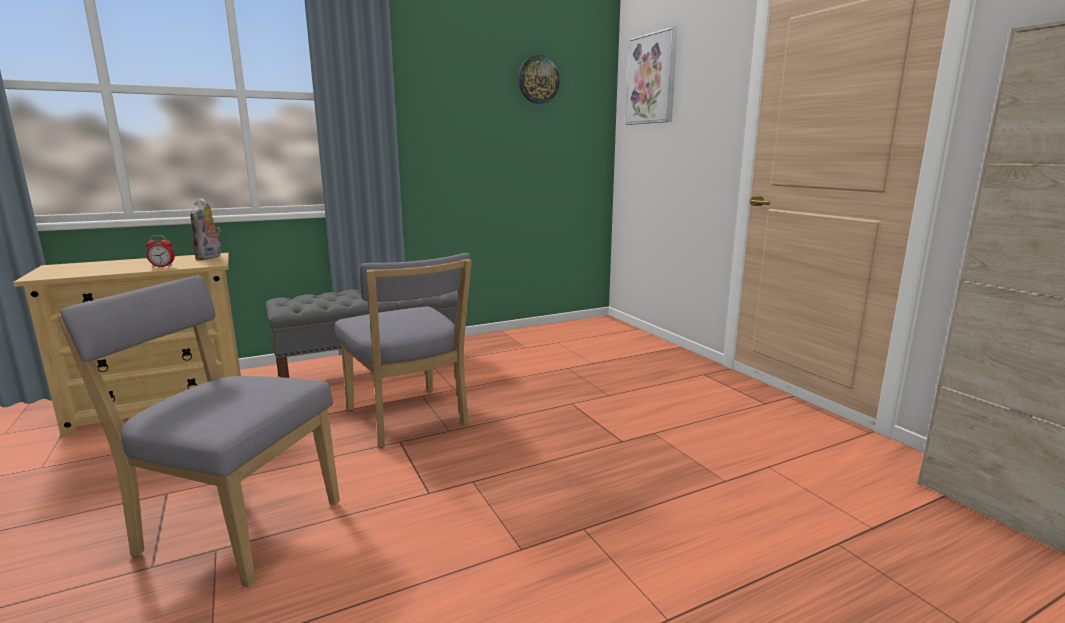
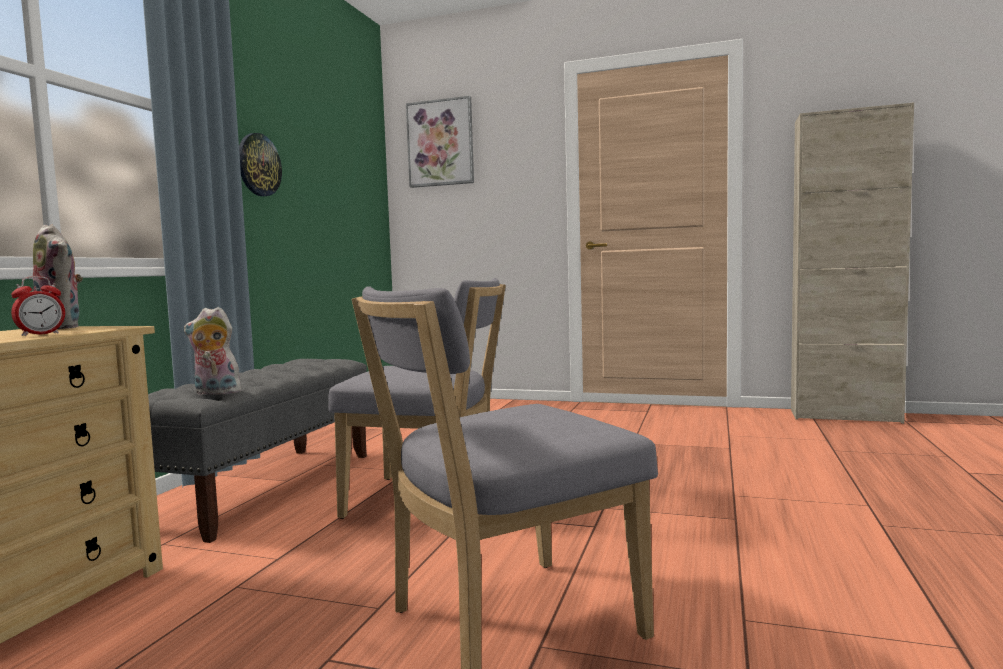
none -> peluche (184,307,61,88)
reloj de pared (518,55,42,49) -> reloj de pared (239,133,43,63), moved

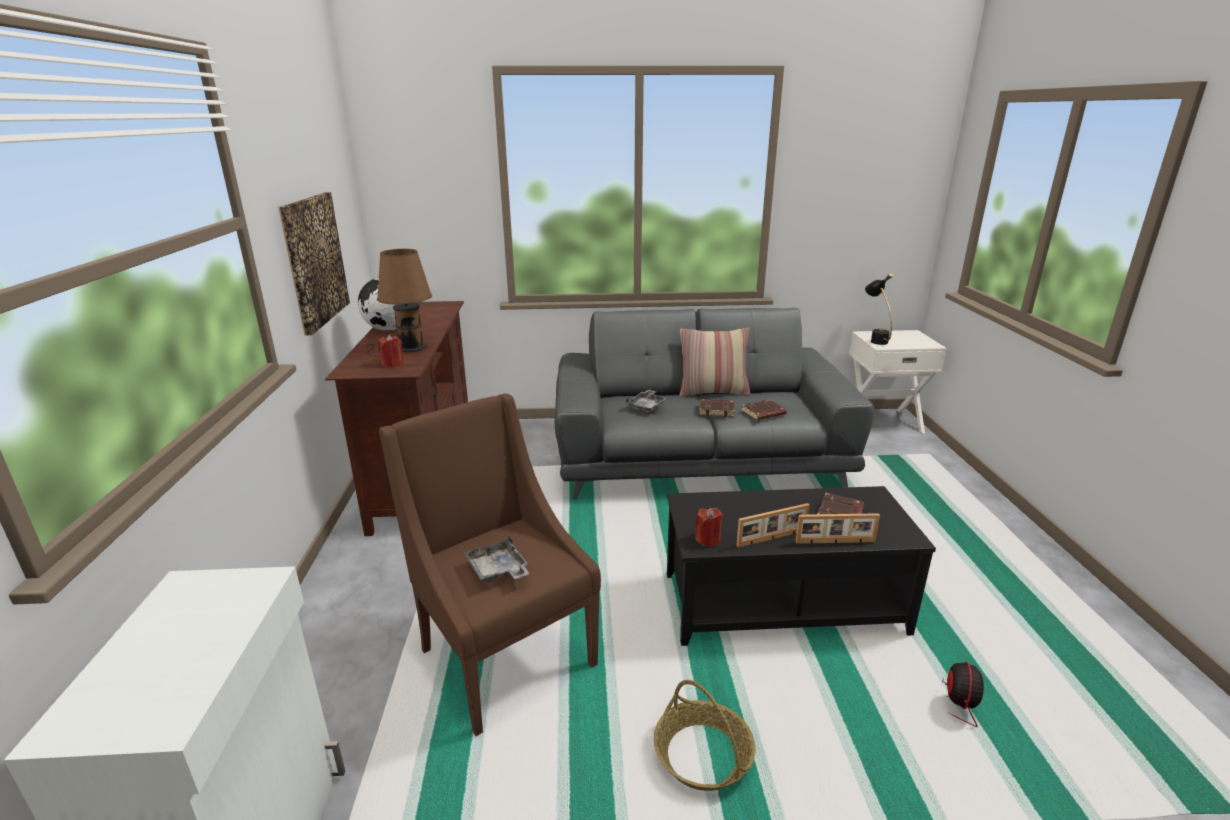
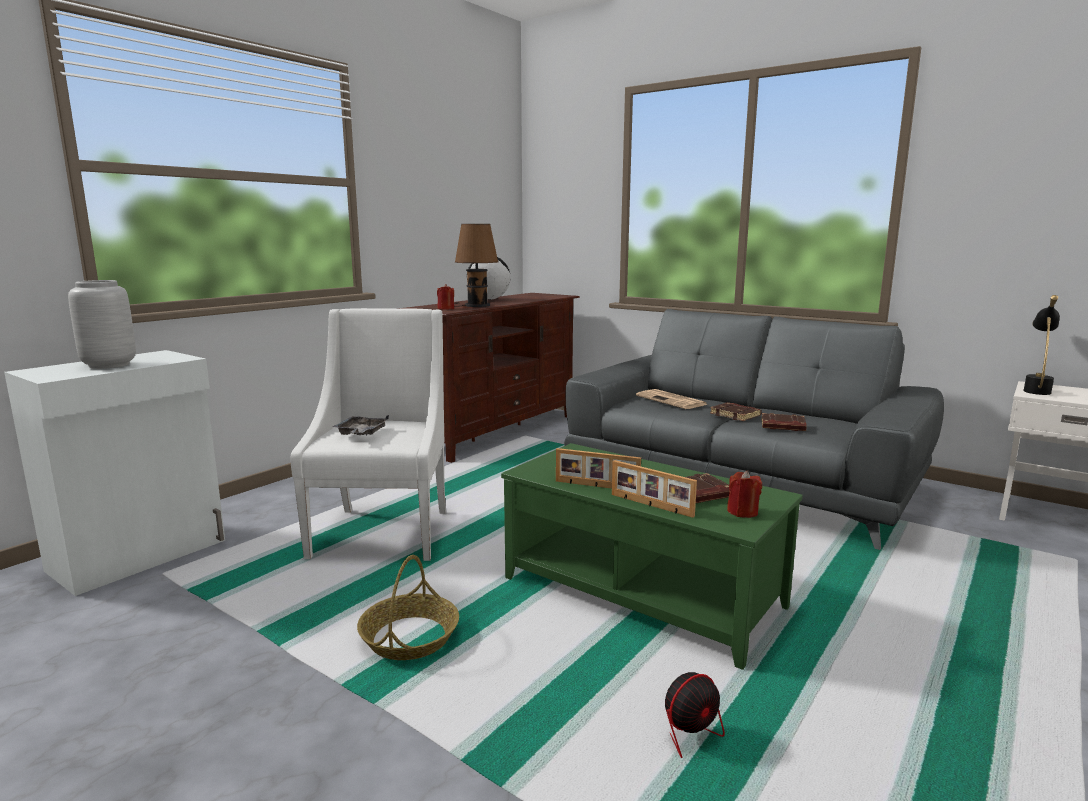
none -> florero/gris (68,280,68,89)
sillón/marrón (379,393,222,343) -> sillón/blanco (291,308,155,253)
mesa de centro/negro (667,486,269,160) -> mesa de centro/verde (501,443,302,227)
bandeja/gris (626,390,42,22) -> periódico (636,389,72,20)
vela/rojo (695,508,28,39) -> vela/rojo (727,471,35,47), moved
cuadro (278,192,72,143) -> none
cojín (680,328,70,69) -> none

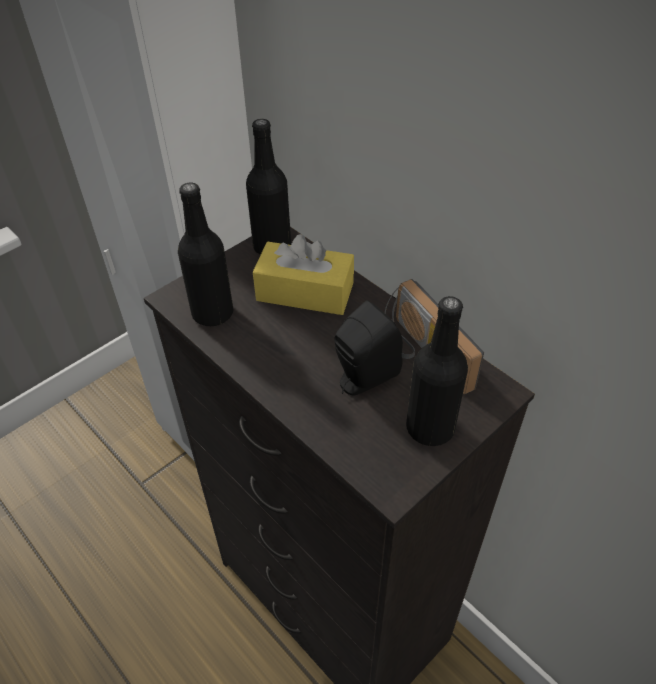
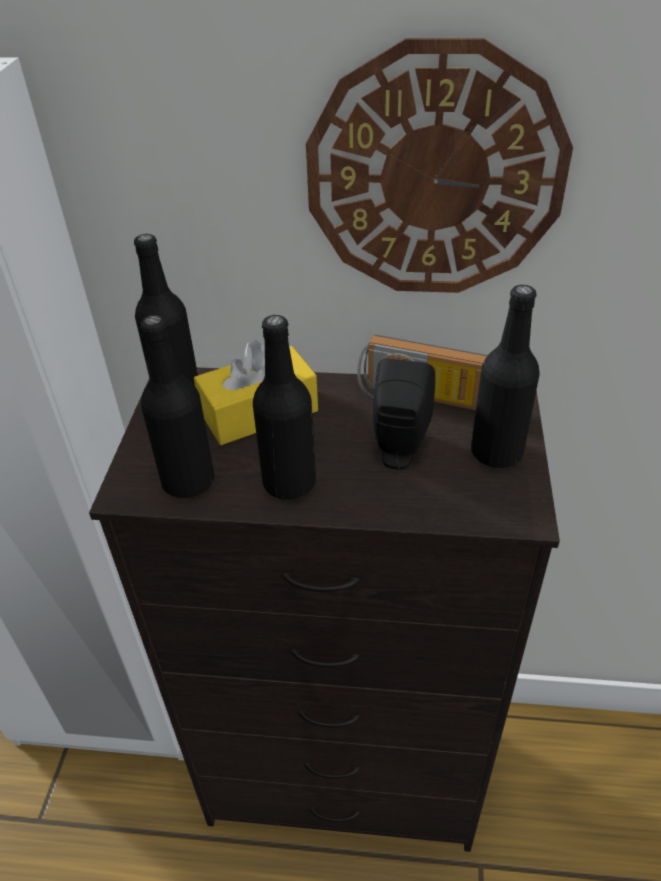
none -> botella/negro (253,315,63,185)
none -> reloj de pared (306,38,267,255)

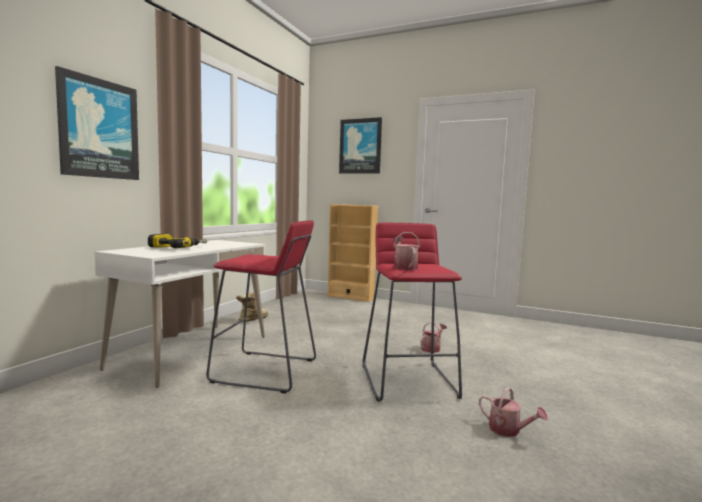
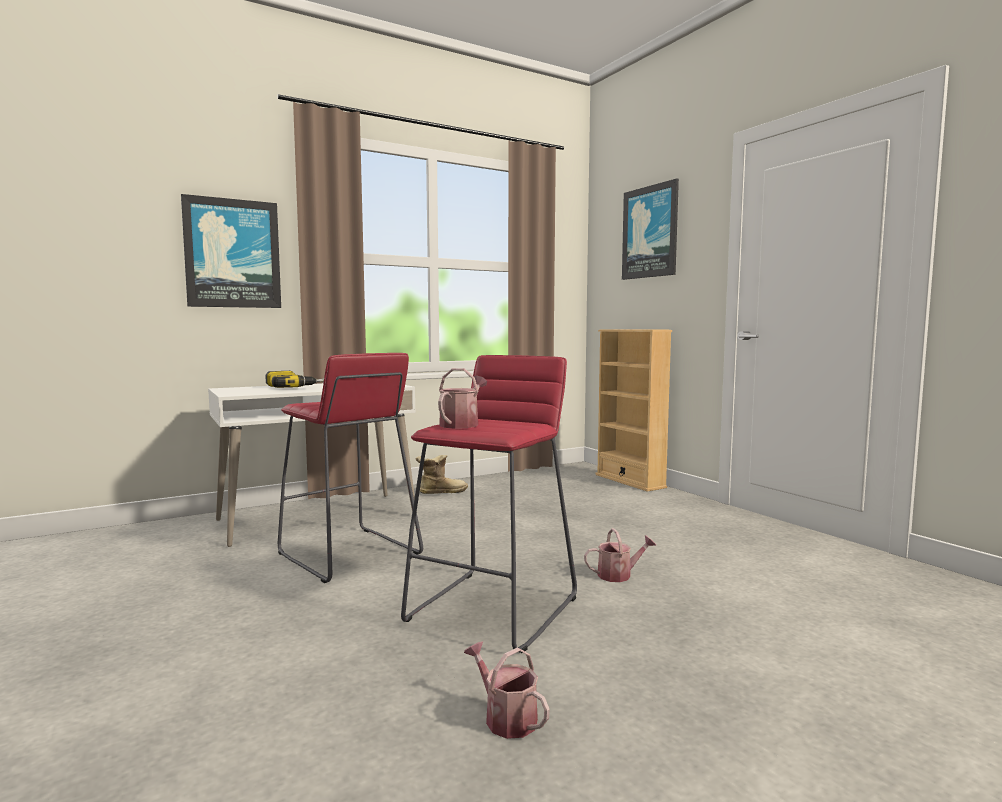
regadera (479,387,69,50) -> regadera (464,641,86,98), 150 degrees clockwise

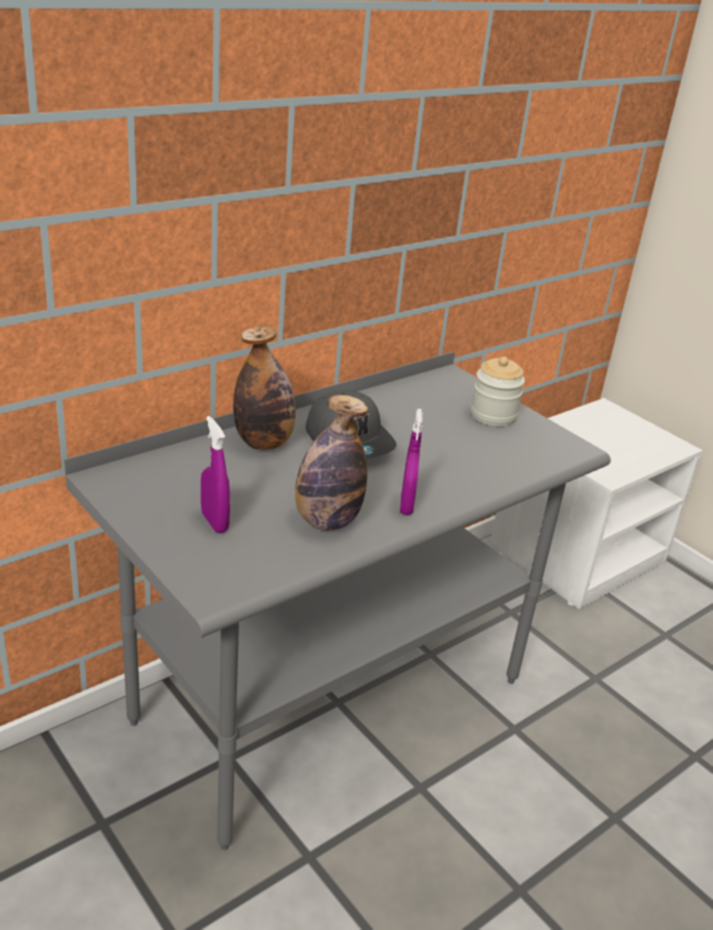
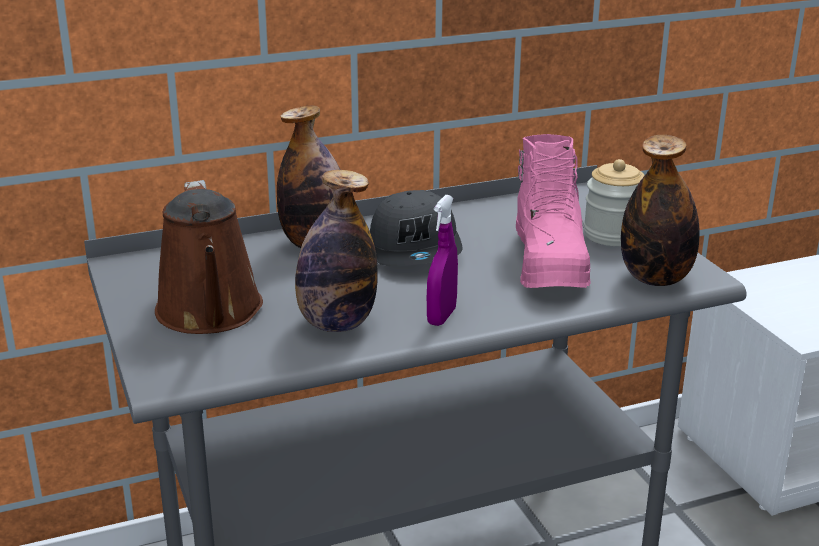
pulverizador/morado (201,416,29,117) -> regadera/marrón (155,180,108,154)
none -> bota/rosa (516,134,75,154)
none -> botella (621,135,79,151)

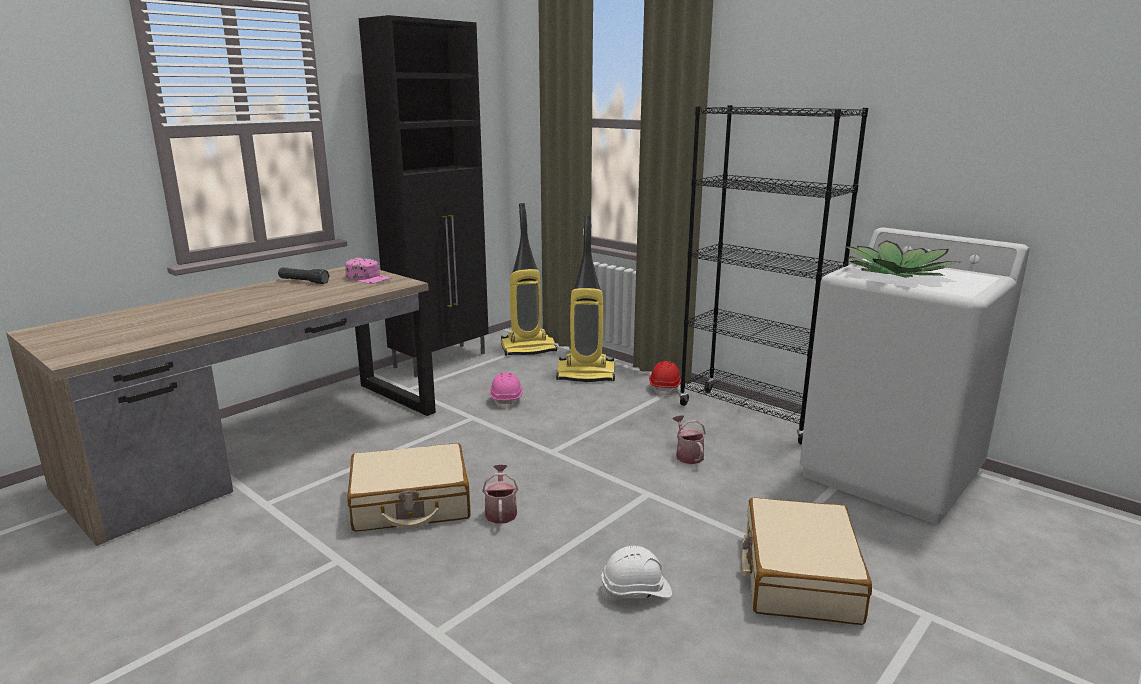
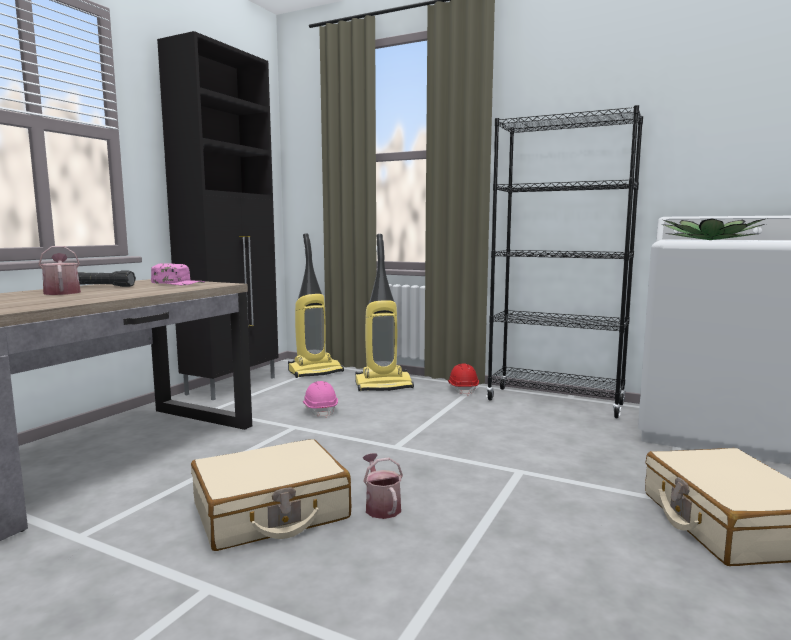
regadera (673,415,33,49) -> regadera (39,246,42,49), moved
casco/blanco (601,546,71,55) -> none

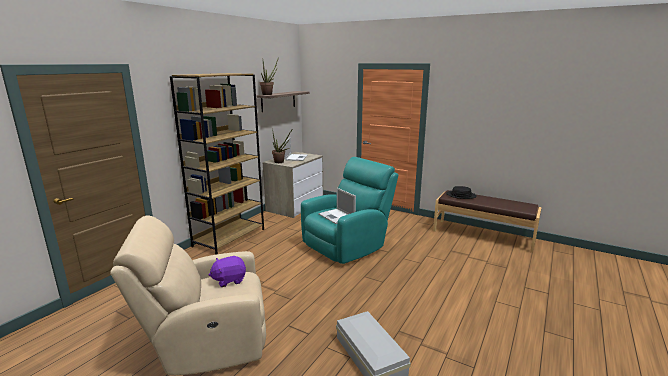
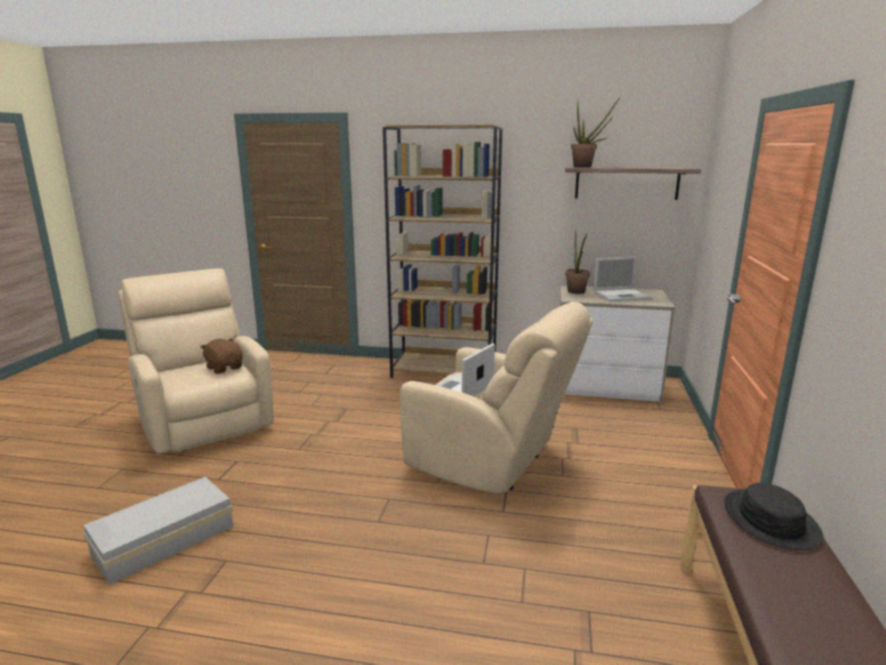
peluche/morado (209,256,37,31) -> peluche/marrón (200,338,43,36)
sillón/turquesa (301,157,97,107) -> sillón/beis (400,302,193,191)

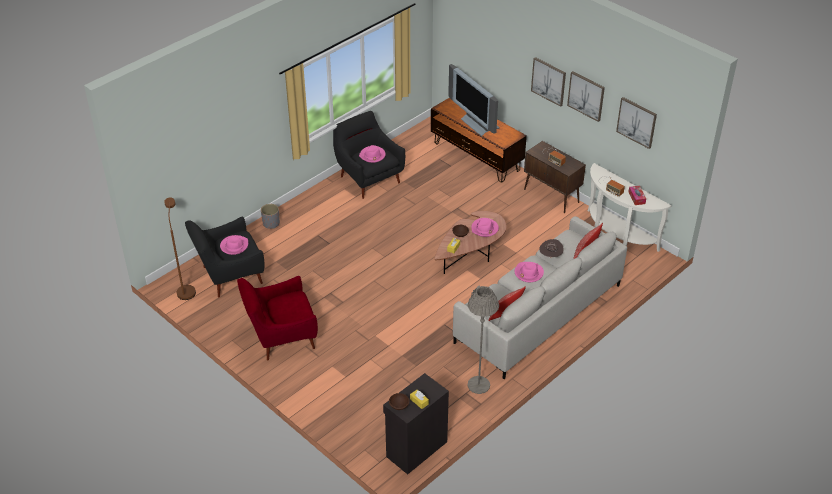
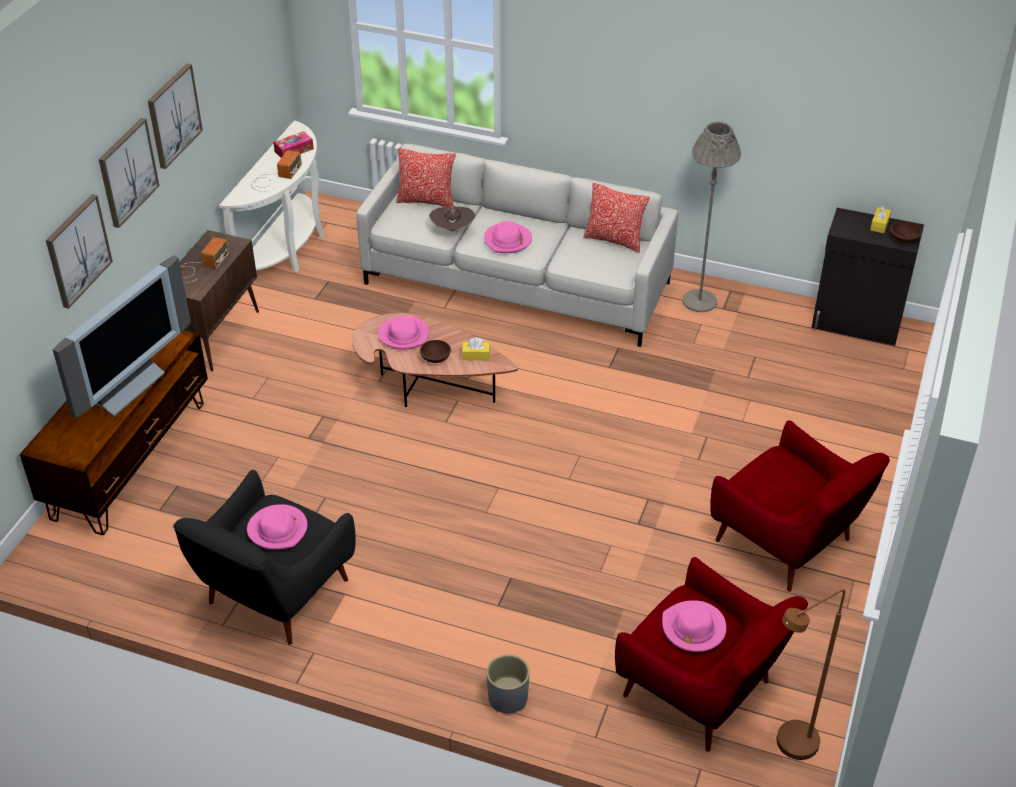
cuadro (616,97,41,52) -> cuadro (46,194,67,115), moved
sillón/negro (185,217,80,80) -> sillón/rojo (615,557,193,195)

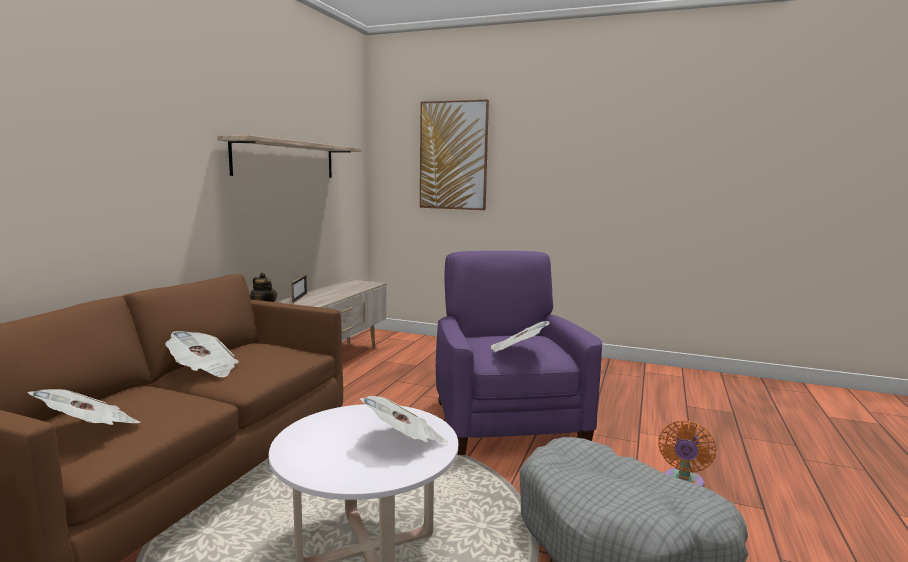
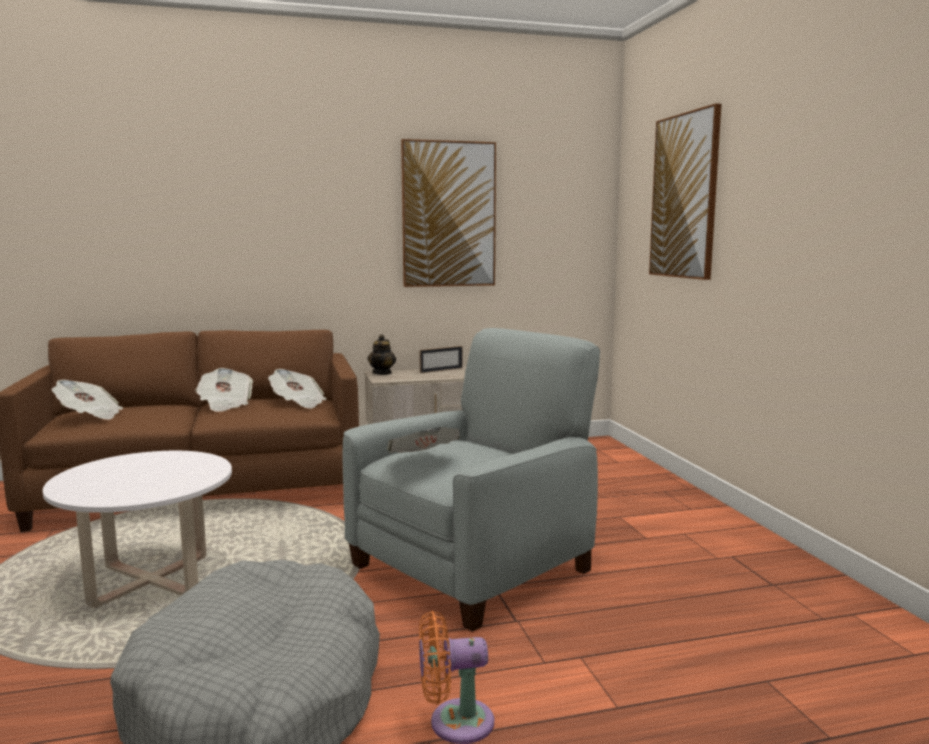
periódico (360,396,88,47) -> periódico (268,369,59,40), moved
sillón/morado (436,251,166,204) -> sillón/gris (343,328,257,304)
estante (217,135,145,43) -> cuadro (401,139,95,148)

